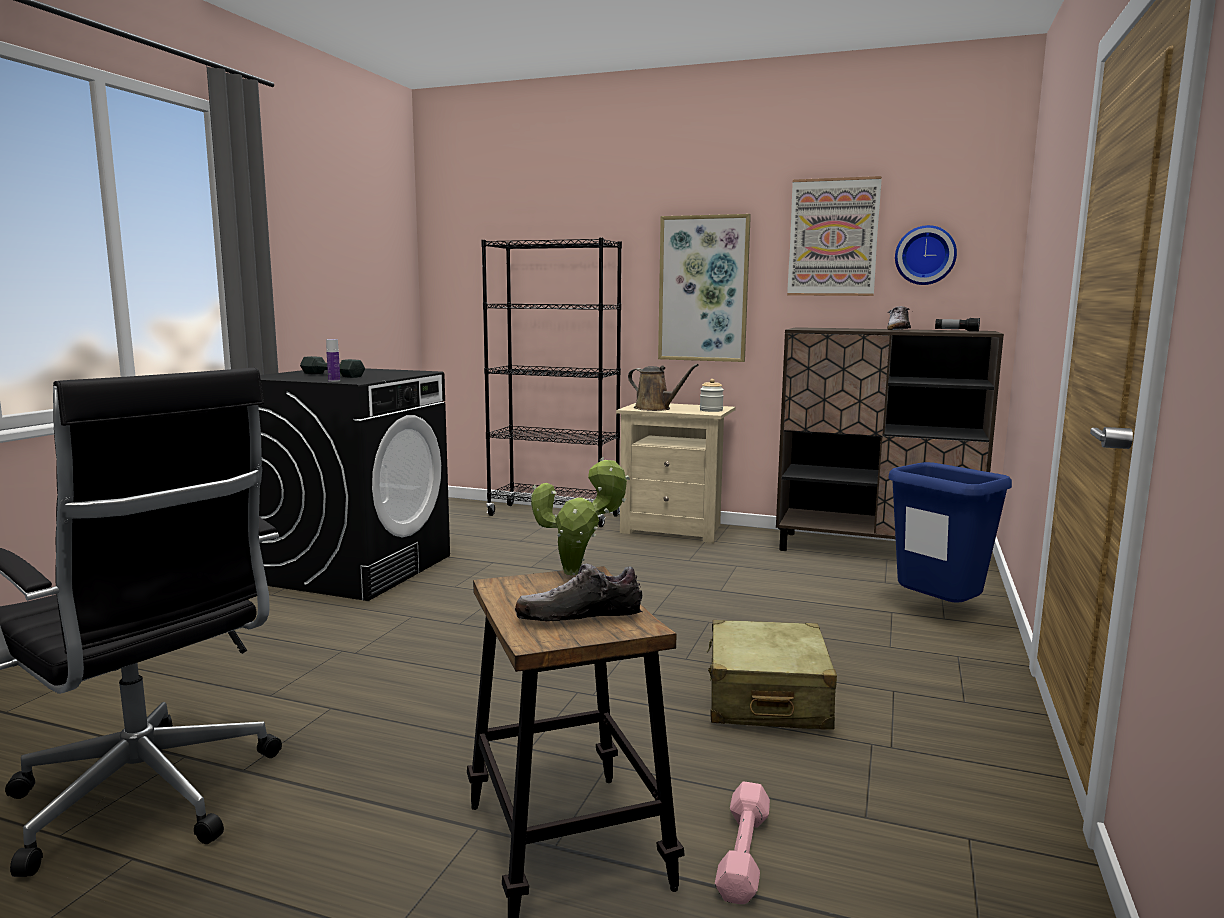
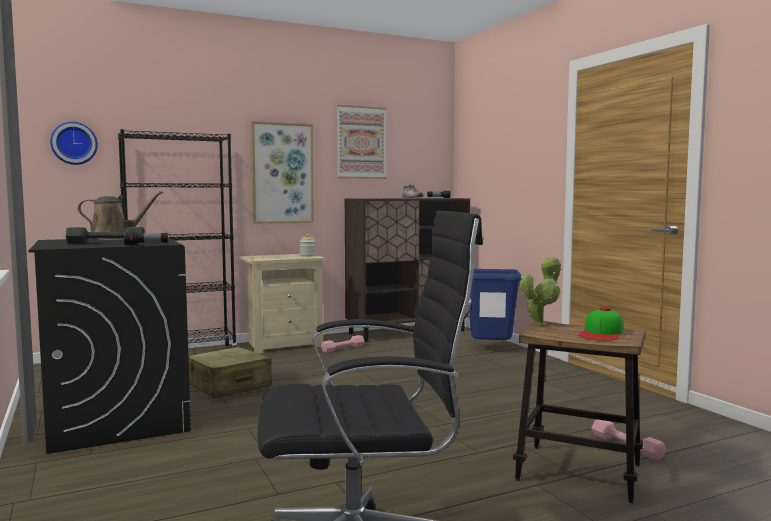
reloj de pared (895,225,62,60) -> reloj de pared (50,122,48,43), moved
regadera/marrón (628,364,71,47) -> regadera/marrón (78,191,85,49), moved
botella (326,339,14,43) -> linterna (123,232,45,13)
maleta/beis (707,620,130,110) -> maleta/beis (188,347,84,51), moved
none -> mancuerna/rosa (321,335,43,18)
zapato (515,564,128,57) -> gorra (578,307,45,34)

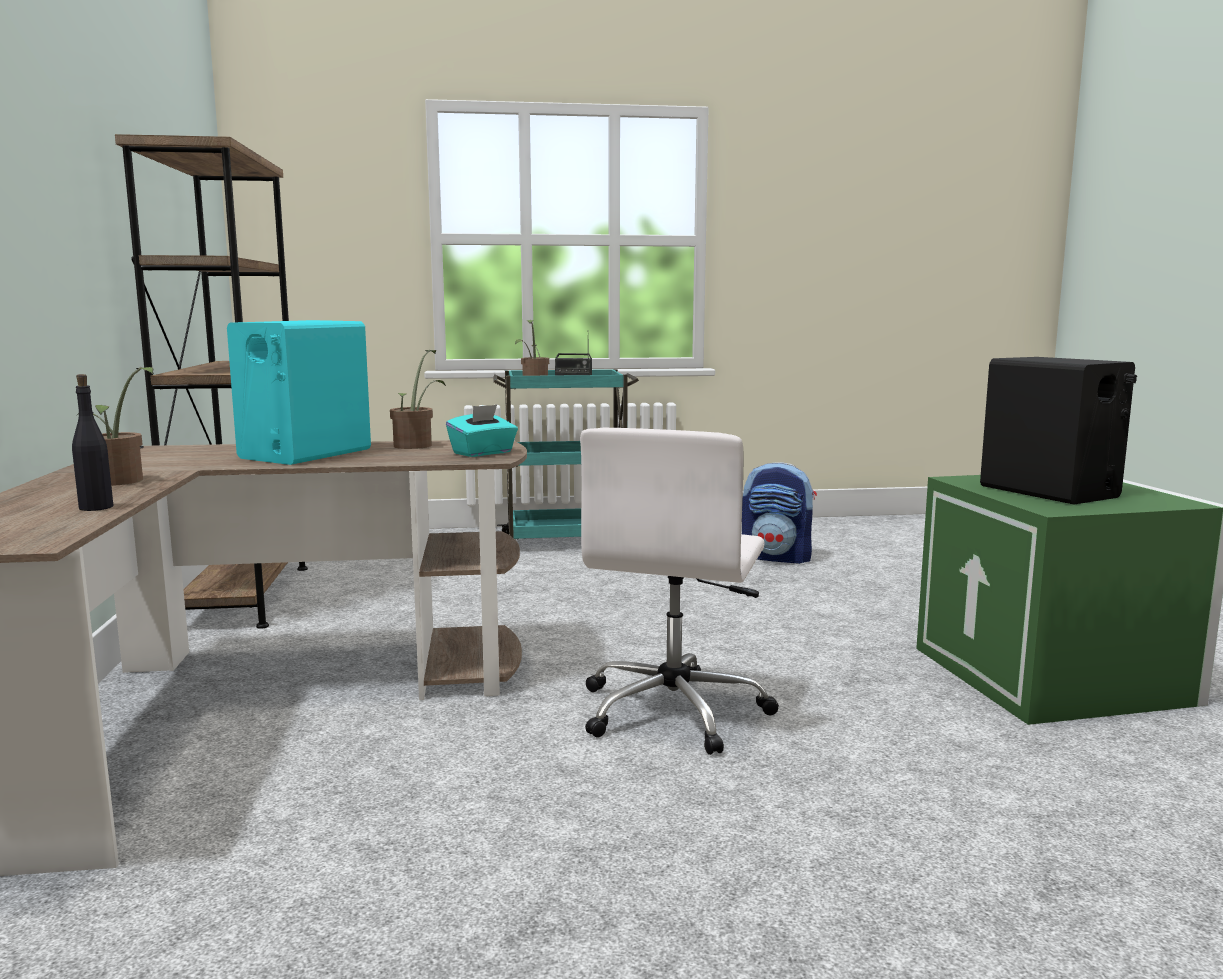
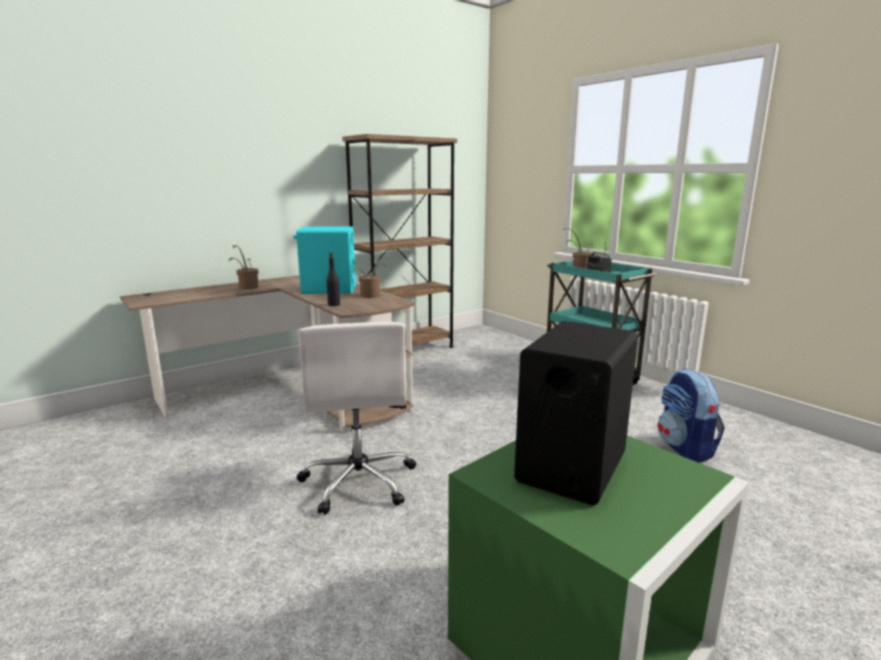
silla de oficina/blanco (580,428,199,327) -> silla de oficina/blanco (297,322,119,193), 90 degrees counterclockwise
botella/negro (72,374,41,137) -> botella/negro (327,253,13,53), moved
caja de pañuelos/turquesa (446,405,72,52) -> none

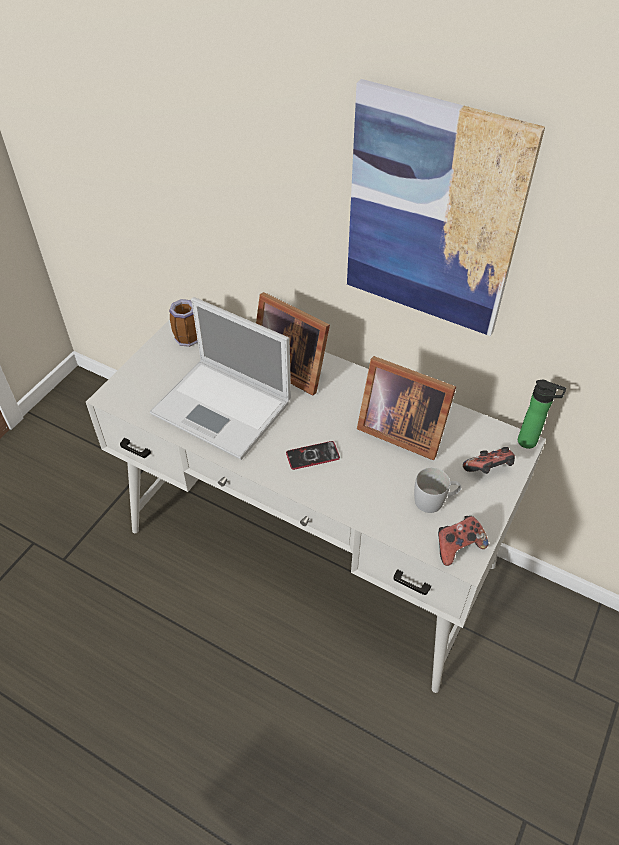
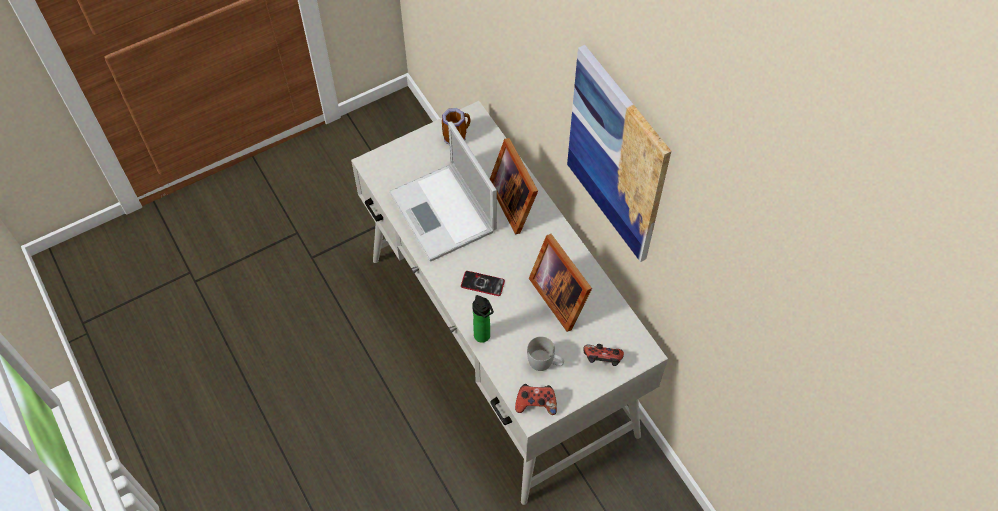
botella (518,380,48,69) -> botella (472,295,22,48), moved

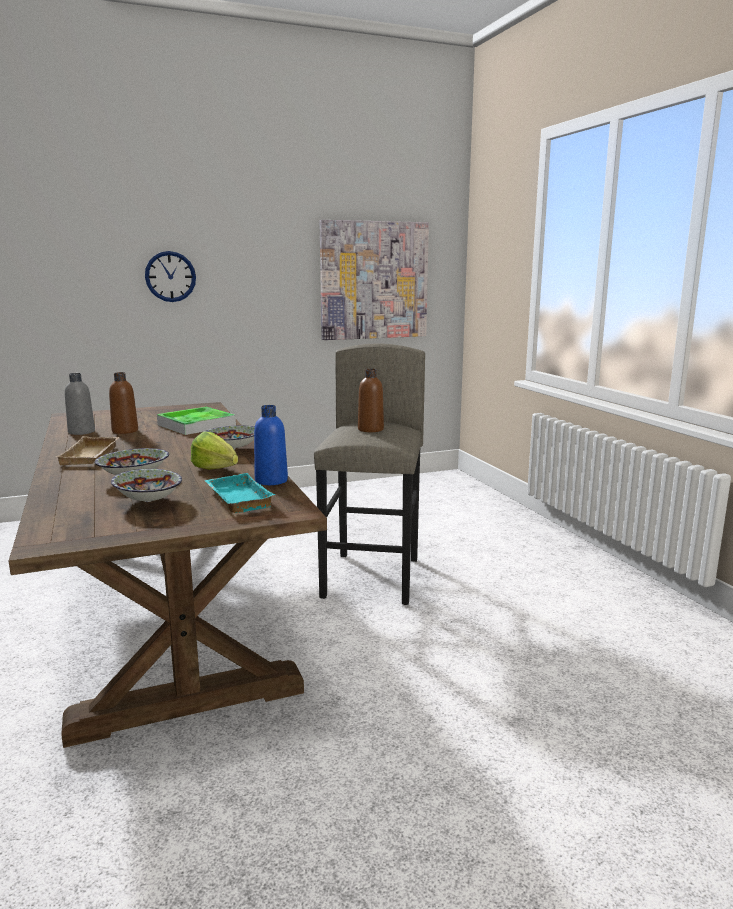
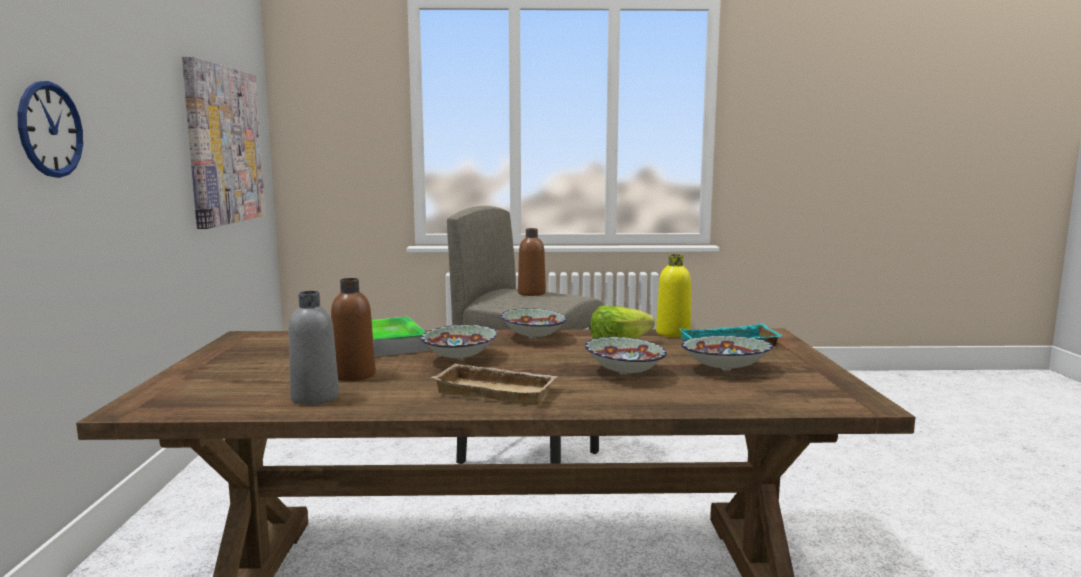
none -> cuenco (421,325,77,35)
botella/azul (254,405,34,80) -> botella/amarillo (656,254,35,83)

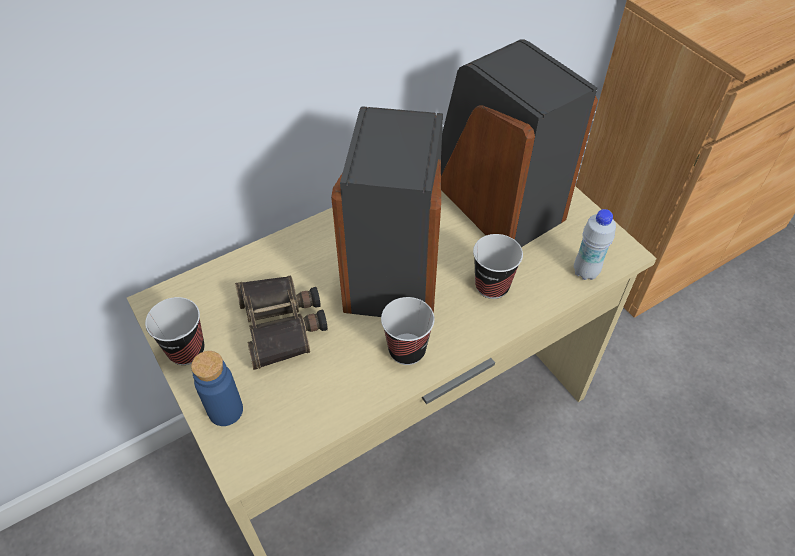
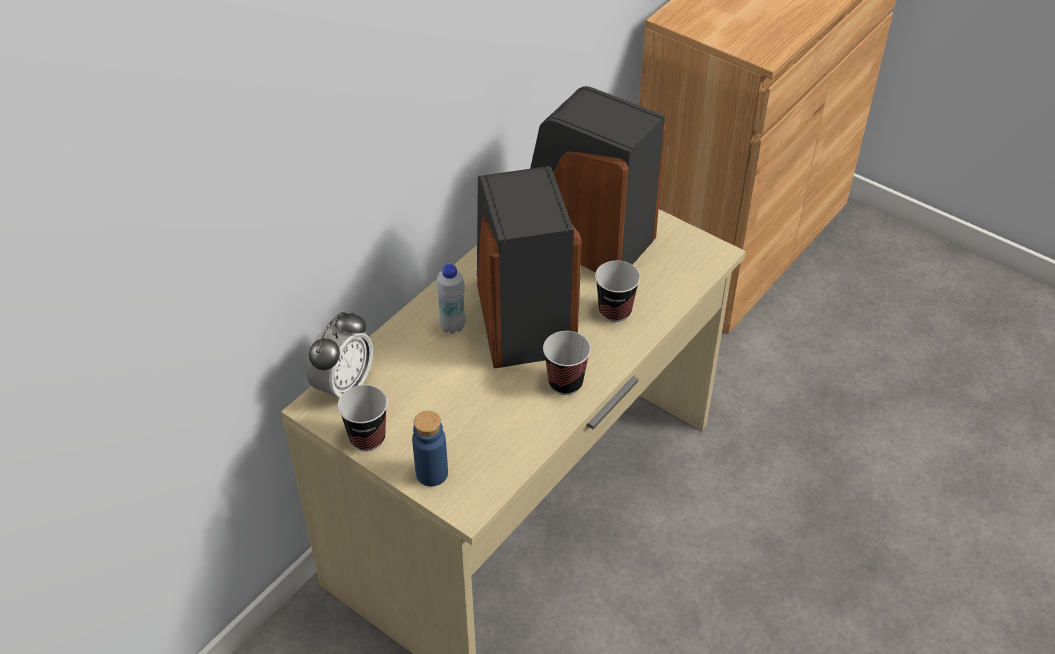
none -> despertador (306,311,67,87)
botella/blanco (574,209,42,71) -> botella/blanco (436,264,30,70), moved
prismáticos (235,276,93,94) -> none

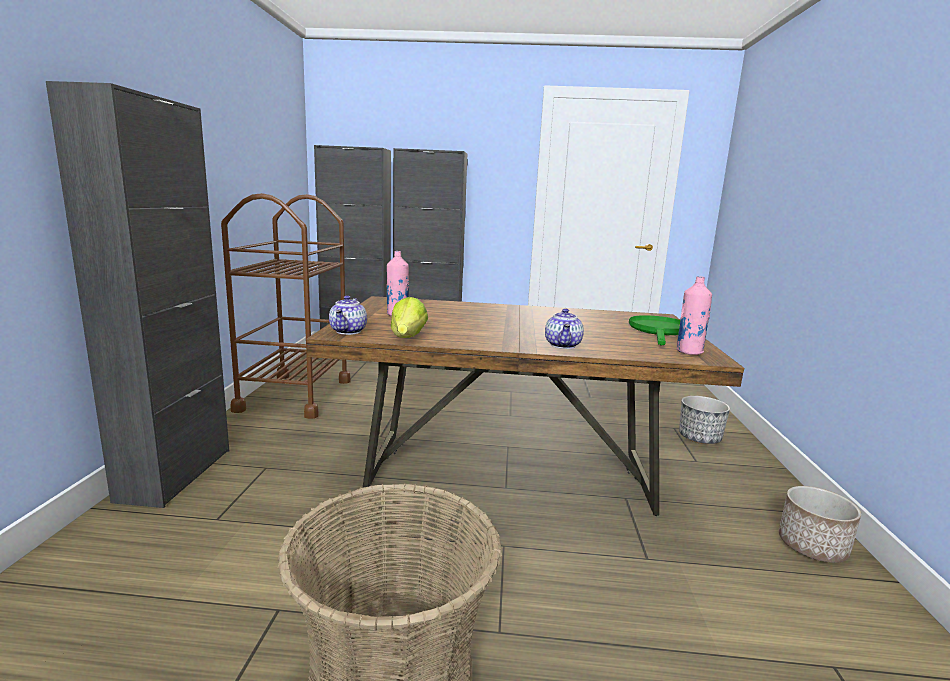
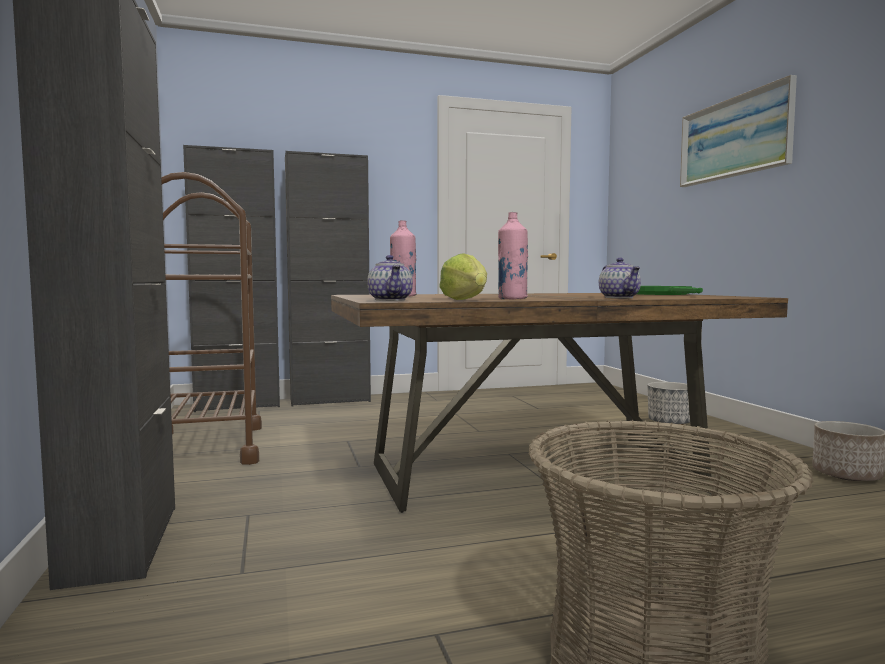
botella/rosa (677,276,35,79) -> botella/rosa (498,212,30,87), moved
none -> cuadro (680,75,117,112)

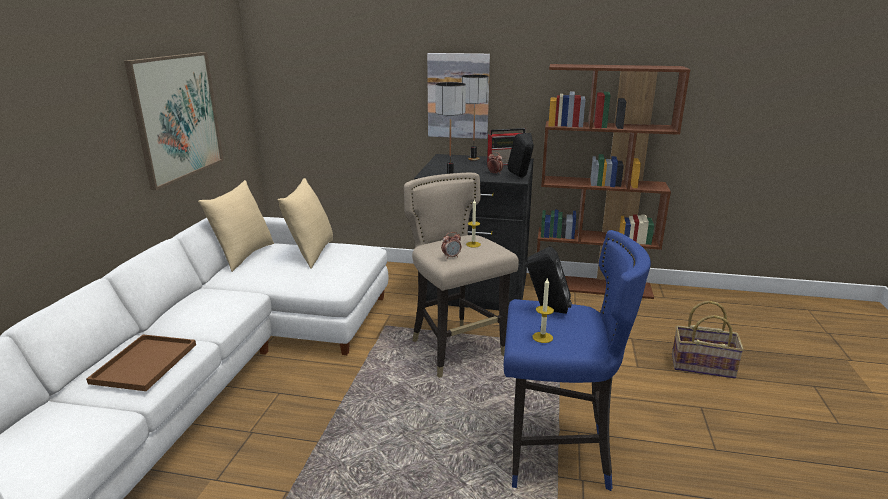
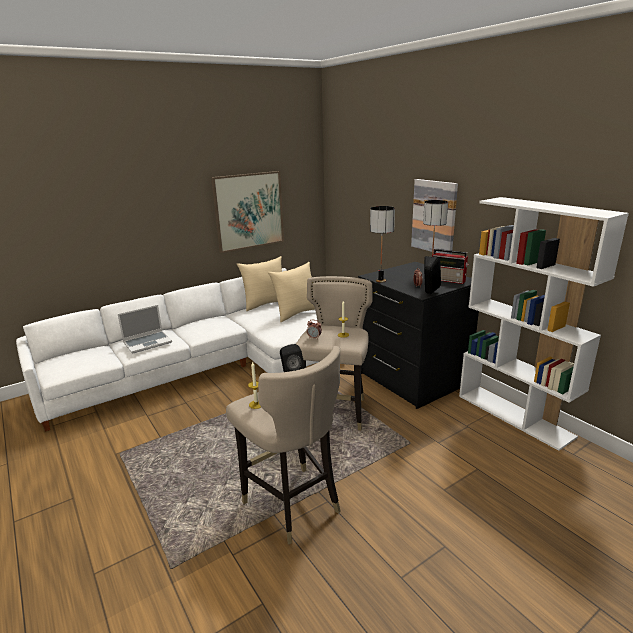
bandeja/marrón (86,334,110,57) -> portátil (118,305,54,48)
taburete/azul (504,230,147,261) -> taburete/beis (226,346,115,198)
estantería/marrón (534,64,156,235) -> estantería/blanco (459,197,170,254)
cesta (672,301,72,78) -> none

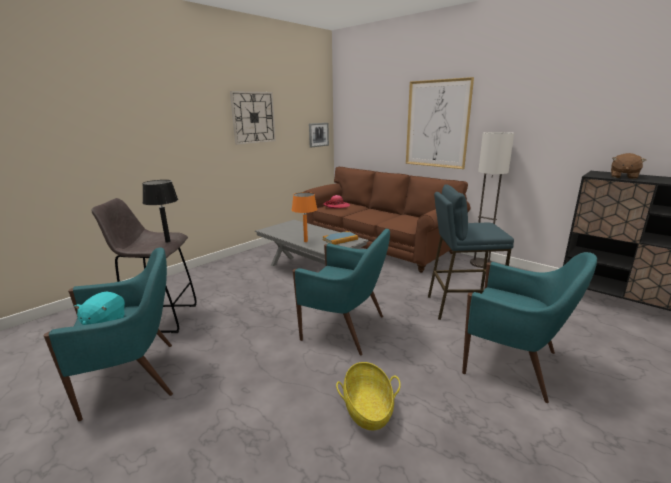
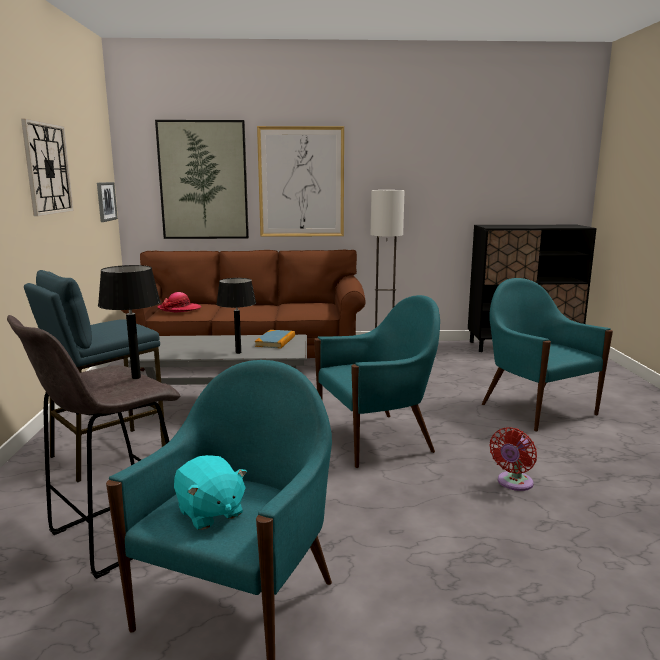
taburete/azul (428,184,86,136) -> taburete/azul (24,270,142,213), moved
none -> cuadro (155,120,94,119)
lámpara de mesa/naranja (292,192,25,50) -> lámpara de mesa/negro (217,278,39,76)
sillón/turquesa (462,252,135,151) -> sillón/turquesa (482,278,131,154), 105 degrees counterclockwise
cesta (336,362,65,68) -> ventilador/rojo (489,427,48,64)
peluche/marrón (611,153,35,26) -> none

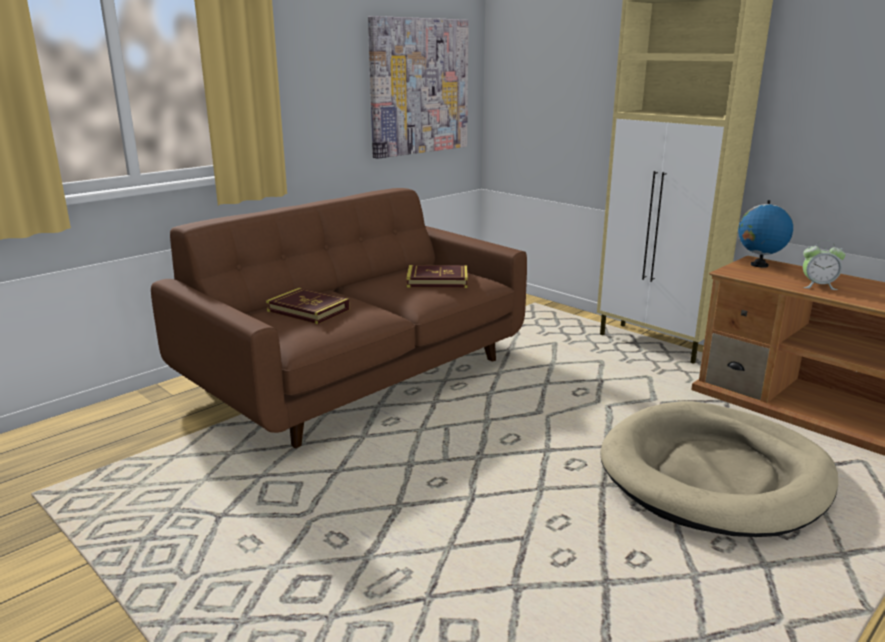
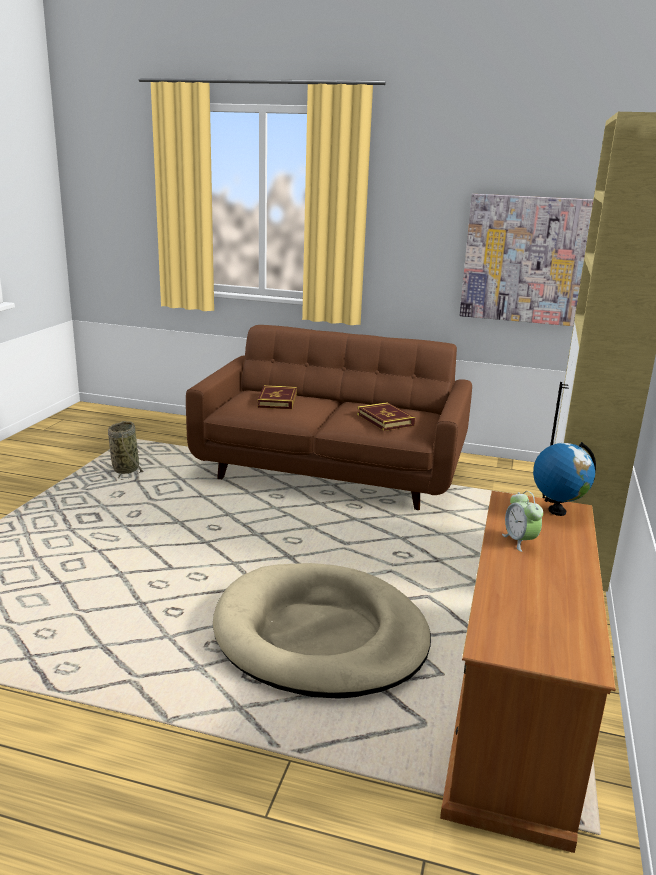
none -> cesta (108,421,35,59)

